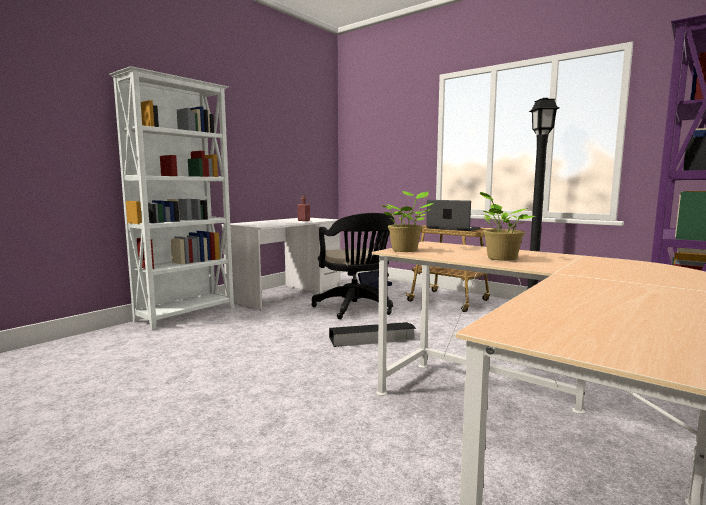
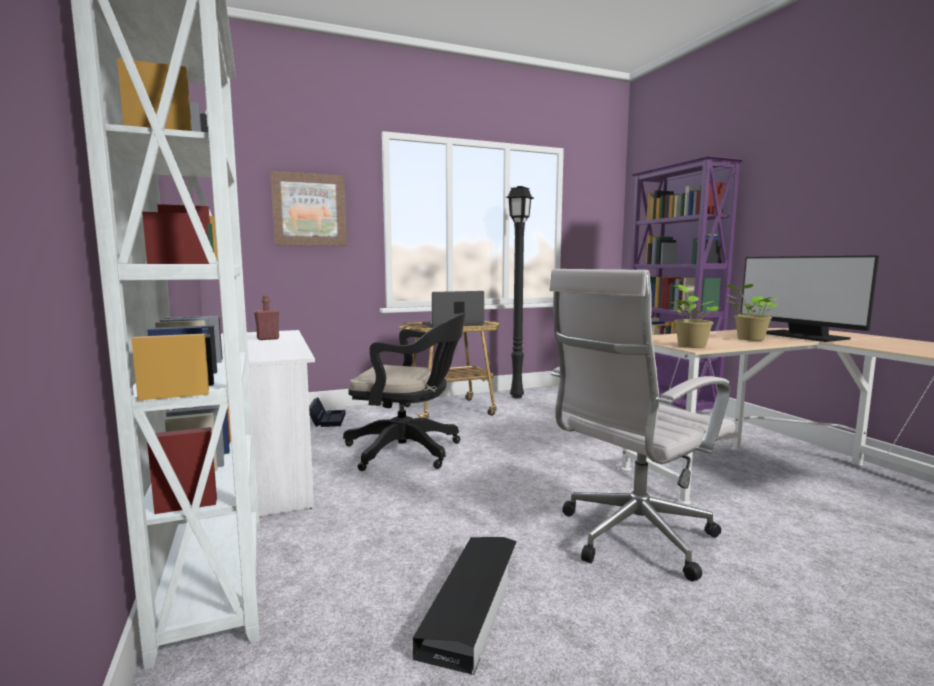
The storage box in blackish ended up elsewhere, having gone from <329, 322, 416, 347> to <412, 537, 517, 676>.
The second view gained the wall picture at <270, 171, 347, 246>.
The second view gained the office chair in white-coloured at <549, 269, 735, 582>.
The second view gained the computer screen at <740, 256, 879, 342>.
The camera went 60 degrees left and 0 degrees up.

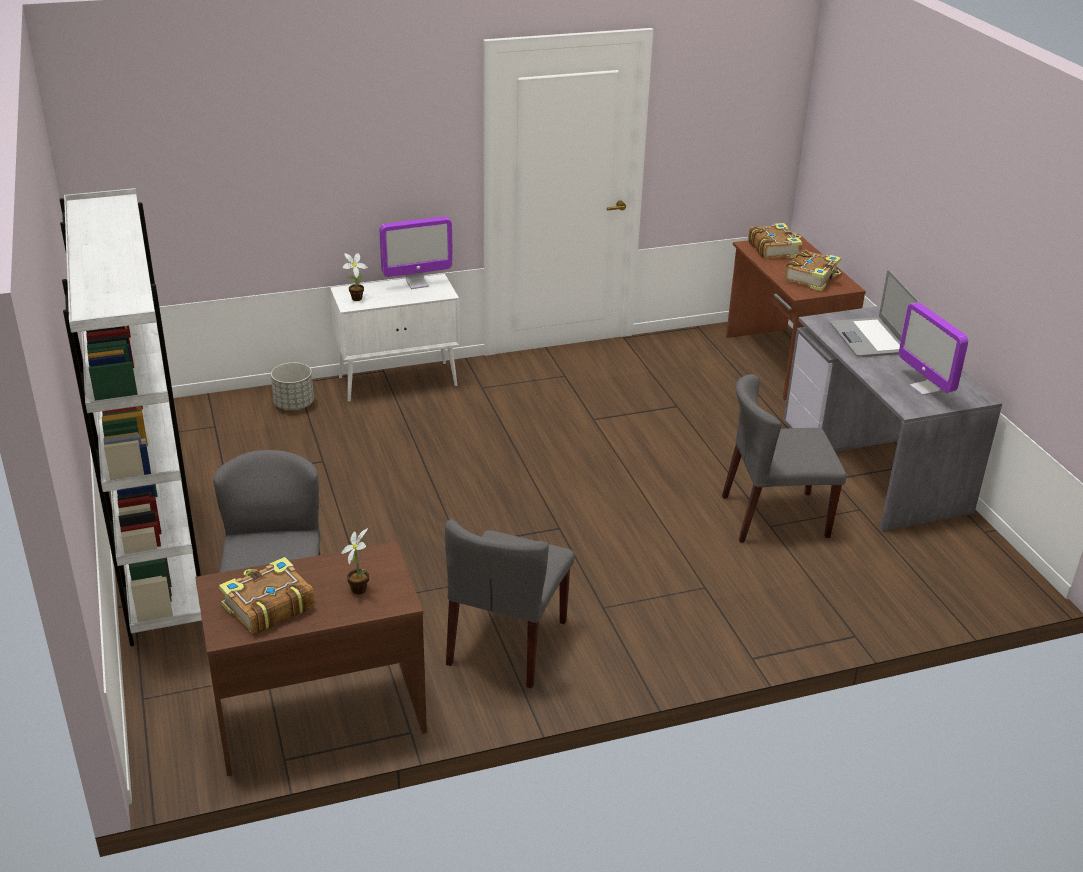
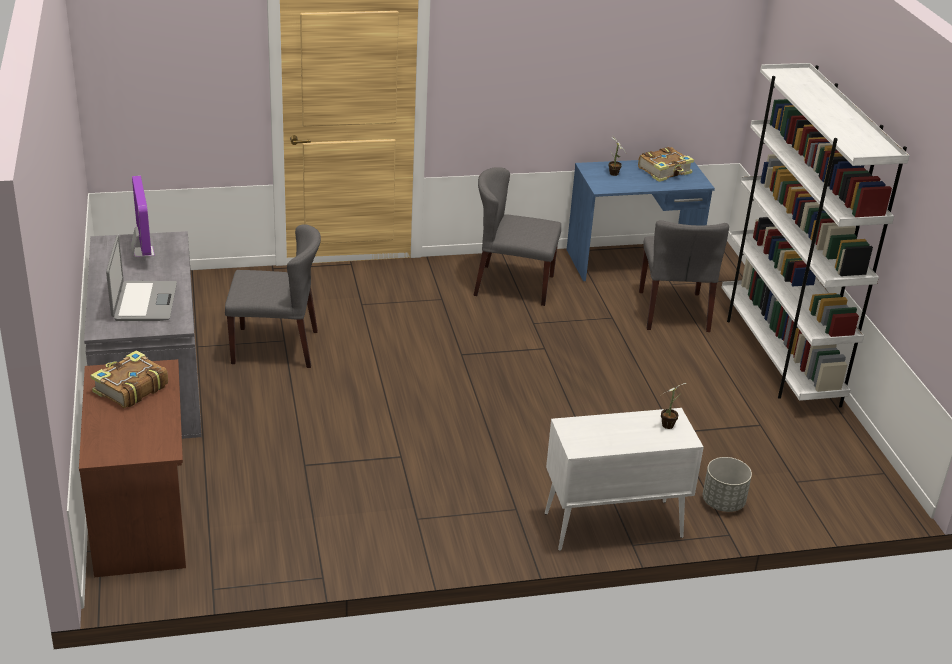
What was the desk in brown-coloured at <195, 542, 427, 776> turned into the desk in bluish at <567, 160, 715, 281>.
The second view lost the computer screen at <380, 216, 453, 289>.
The upright chair in gray at <445, 519, 574, 688> ended up facing another way, 105 degrees counterclockwise from before.
The second view lost the book at <748, 223, 802, 259>.
The camera went 175 degrees left and 0 degrees up.

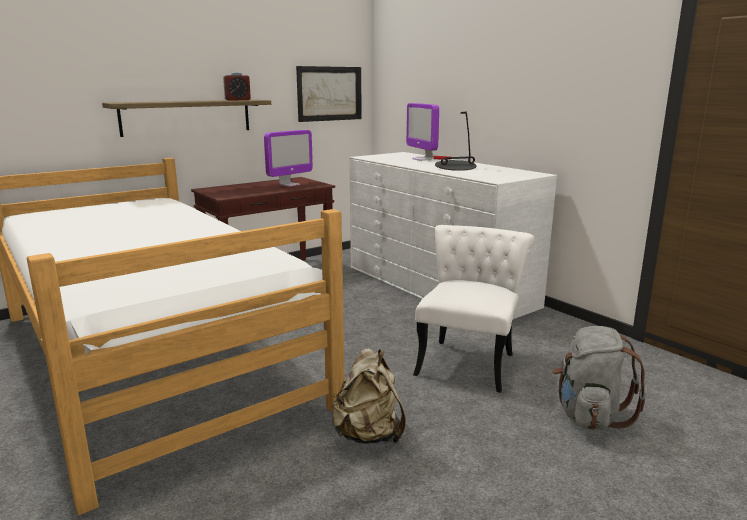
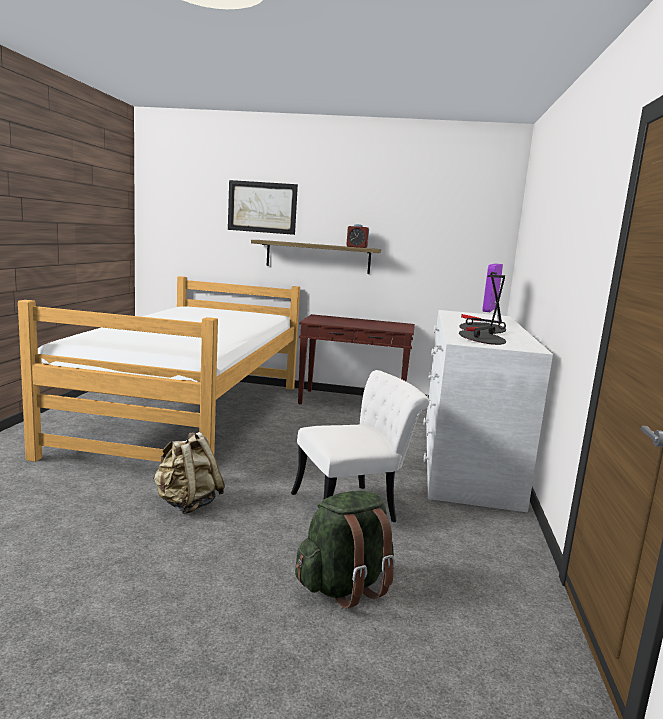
The second view lost the computer screen at <264, 130, 313, 187>.
The wall picture ended up elsewhere, having gone from <296, 66, 362, 122> to <228, 180, 298, 235>.
What was the rucksack in gray at <552, 326, 647, 430> turned into the rucksack in greenish at <295, 491, 395, 609>.
The second view gained the lamp for a table at <459, 275, 506, 345>.
The camera went 45 degrees right and 5 degrees down.

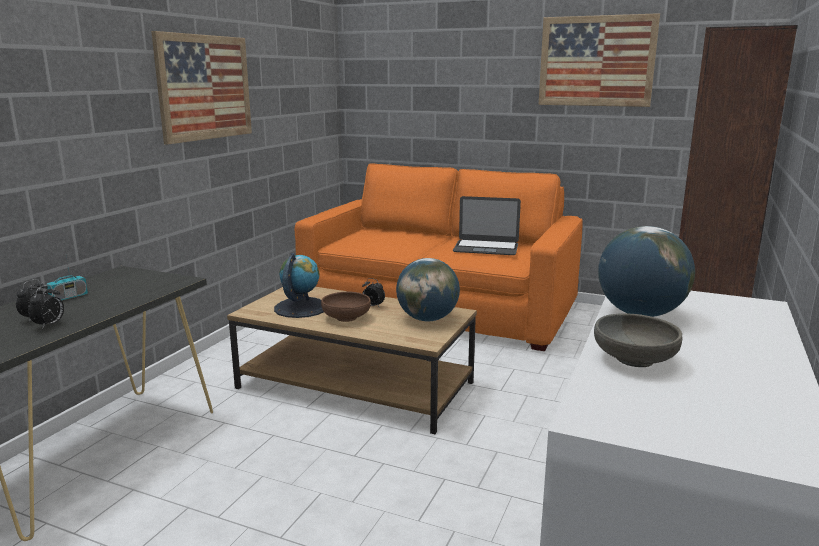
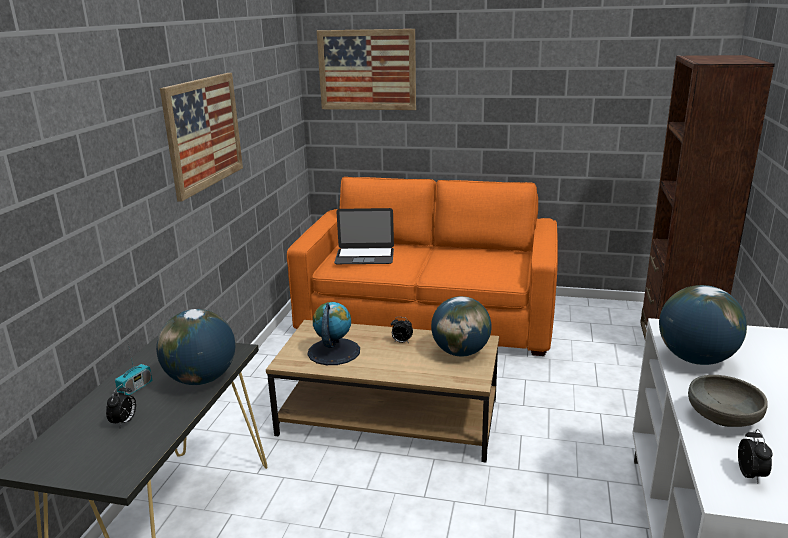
The bedside clock ended up elsewhere, having gone from <28, 285, 64, 329> to <738, 429, 773, 484>.
The second view lost the bowl in brown-coloured at <321, 292, 371, 322>.
The notebook computer ended up elsewhere, having gone from <453, 196, 521, 255> to <334, 208, 394, 264>.
The wall picture ended up elsewhere, having gone from <538, 13, 660, 107> to <317, 29, 416, 110>.
The second view gained the globe at <156, 309, 235, 385>.
The camera went 10 degrees left and 5 degrees up.

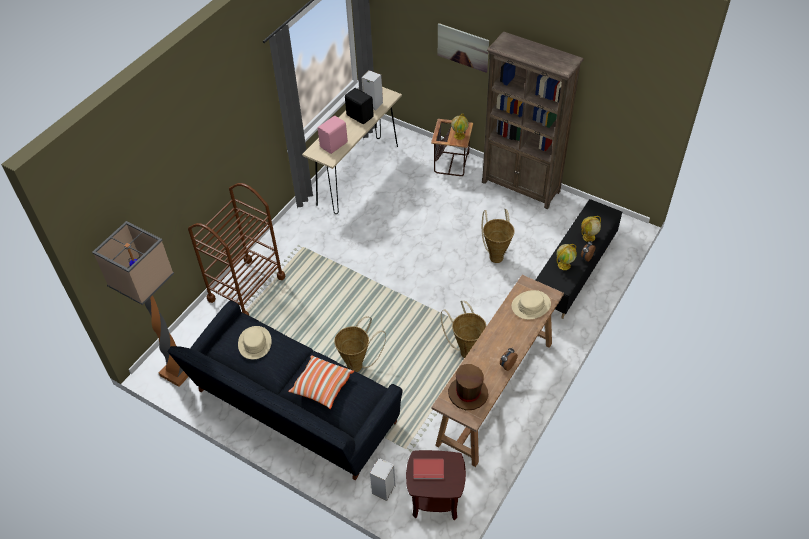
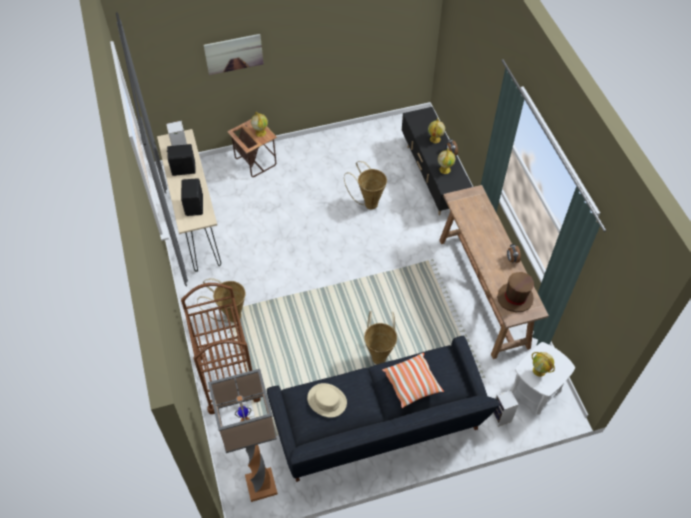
What was the loudspeaker in pink-coloured at <318, 116, 348, 154> turned into the loudspeaker in blackish at <181, 178, 203, 216>.
What was the end table in brown-coloured at <406, 450, 466, 520> turned into the end table in white-coloured at <511, 342, 575, 414>.
Where the book in red-coloured stood at <413, 459, 444, 479>, the globe came to stand at <532, 352, 555, 377>.
The storage basket ended up elsewhere, having gone from <441, 301, 487, 358> to <197, 278, 245, 322>.
The second view lost the bookshelf in brown-coloured at <482, 32, 584, 209>.
The second view lost the hat in beige at <512, 290, 551, 319>.
The camera went 50 degrees left and 5 degrees up.

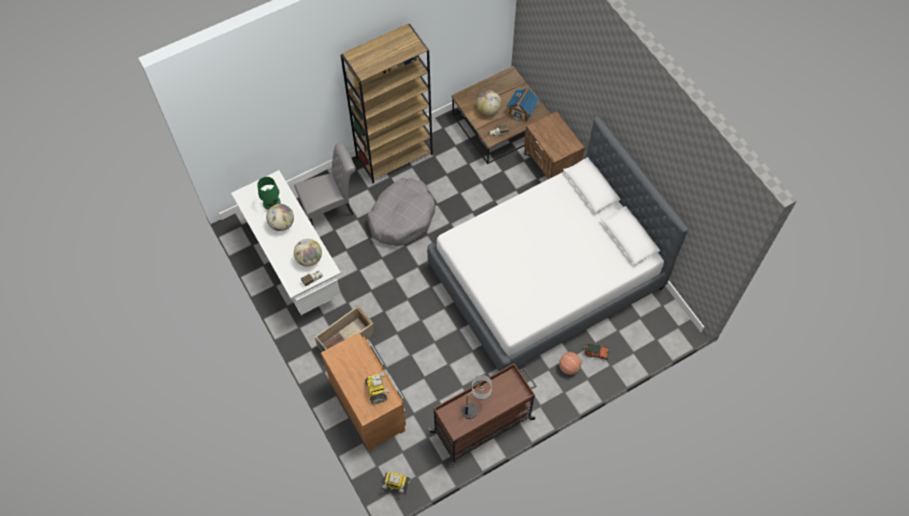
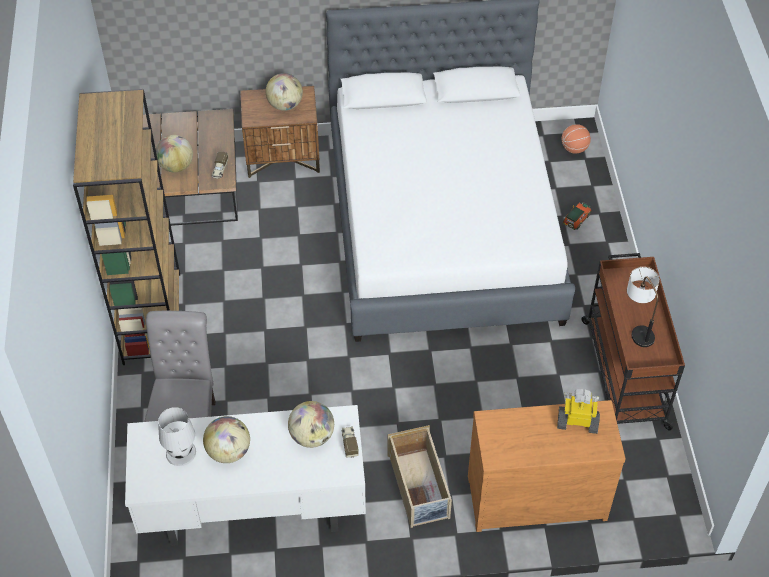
What was the lamp for a table in greenish at <257, 177, 281, 210> turned into the lamp for a table in white-coloured at <158, 407, 196, 466>.
The second view lost the dog cushion in gray at <368, 178, 435, 246>.
The second view lost the toy robot at <383, 472, 410, 494>.
The second view lost the toy house at <506, 87, 540, 122>.
The basketball ended up elsewhere, having gone from <559, 352, 582, 375> to <562, 124, 591, 154>.
The second view gained the globe at <266, 73, 303, 111>.
The camera went 65 degrees left and 10 degrees down.

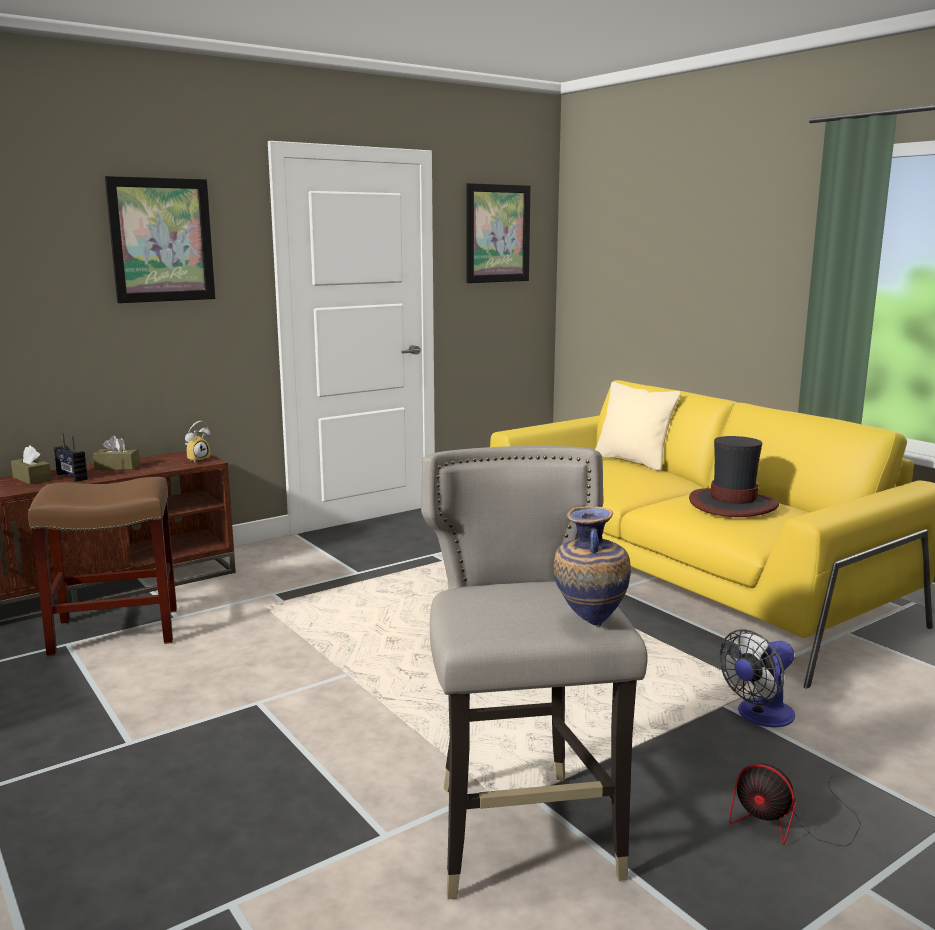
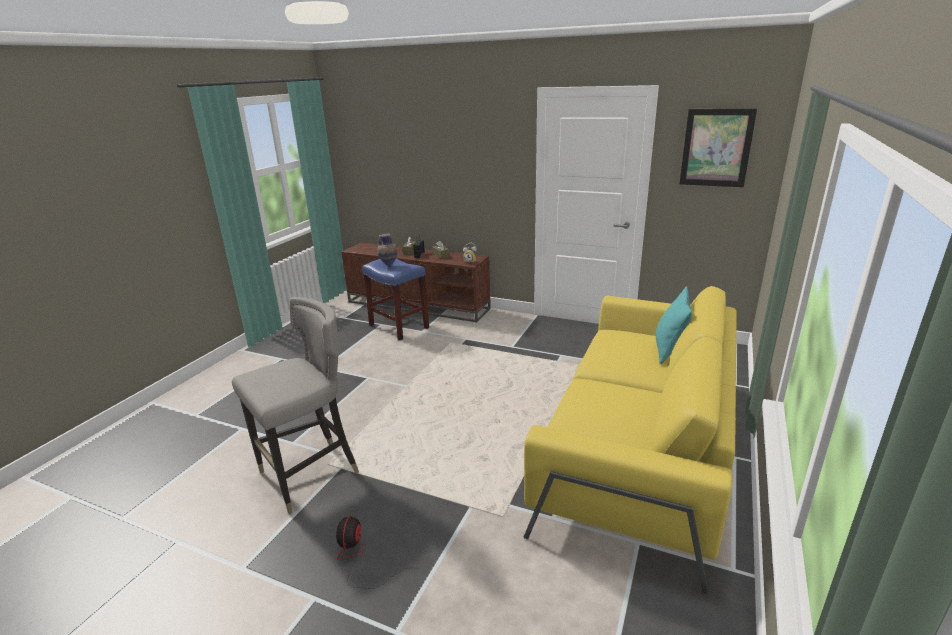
What was the sitting stool in brown-coloured at <28, 477, 177, 656> turned into the sitting stool in bluish at <362, 258, 429, 341>.
The second view lost the wall picture at <105, 176, 215, 303>.
The vase ended up elsewhere, having gone from <554, 506, 631, 627> to <377, 233, 398, 267>.
What was the throw pillow in beige at <595, 381, 681, 471> turned into the throw pillow in turquoise-coloured at <656, 287, 692, 364>.
The second view lost the hat at <689, 436, 779, 517>.
The second view lost the cooling fan at <720, 629, 795, 727>.
The camera went 60 degrees right and 10 degrees up.

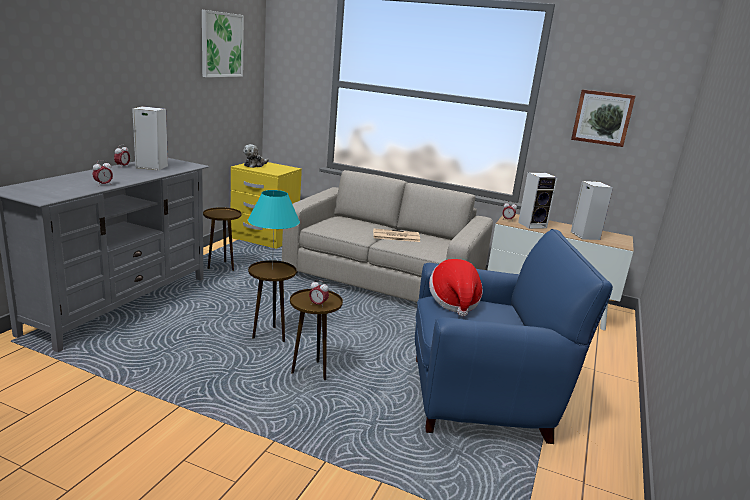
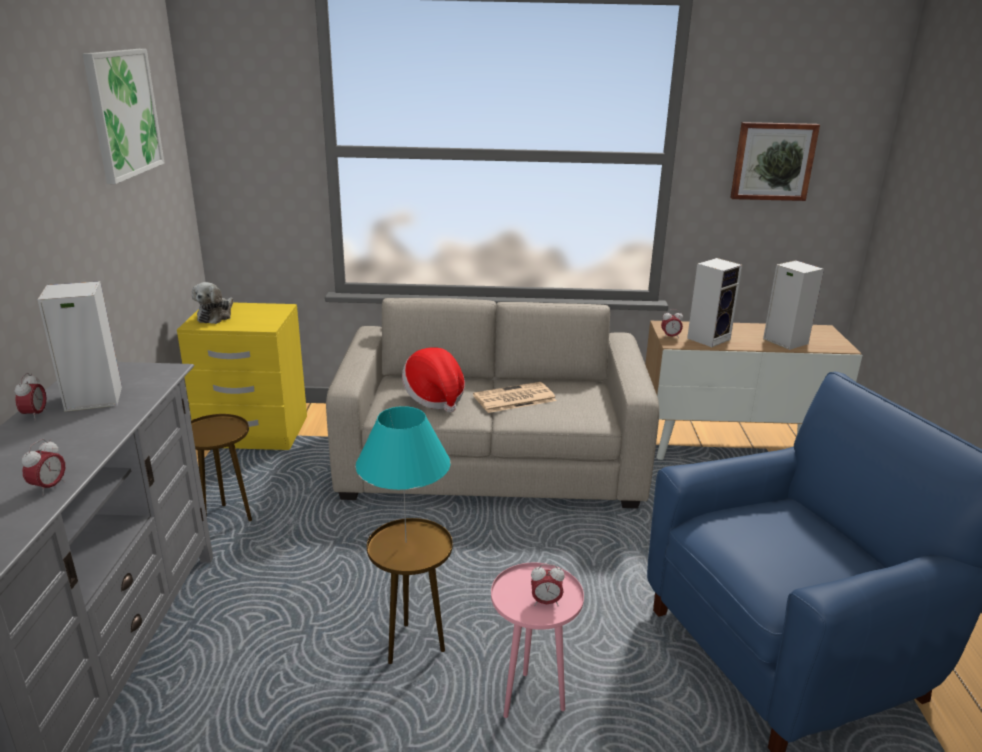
What was the end table in brown-coloured at <290, 289, 343, 380> turned into the end table in pink-coloured at <491, 563, 584, 718>.
The hat ended up elsewhere, having gone from <429, 259, 483, 316> to <402, 347, 465, 413>.
The camera went 20 degrees left and 5 degrees up.

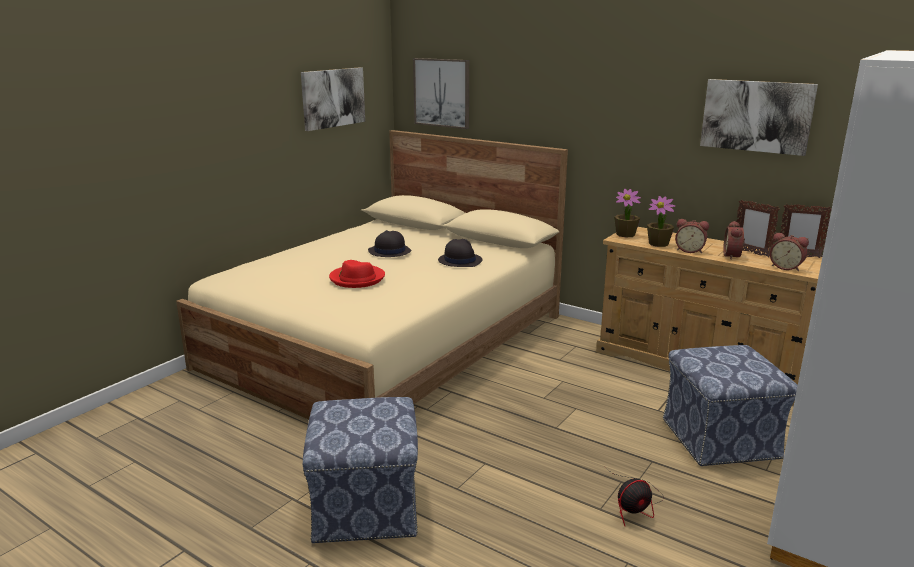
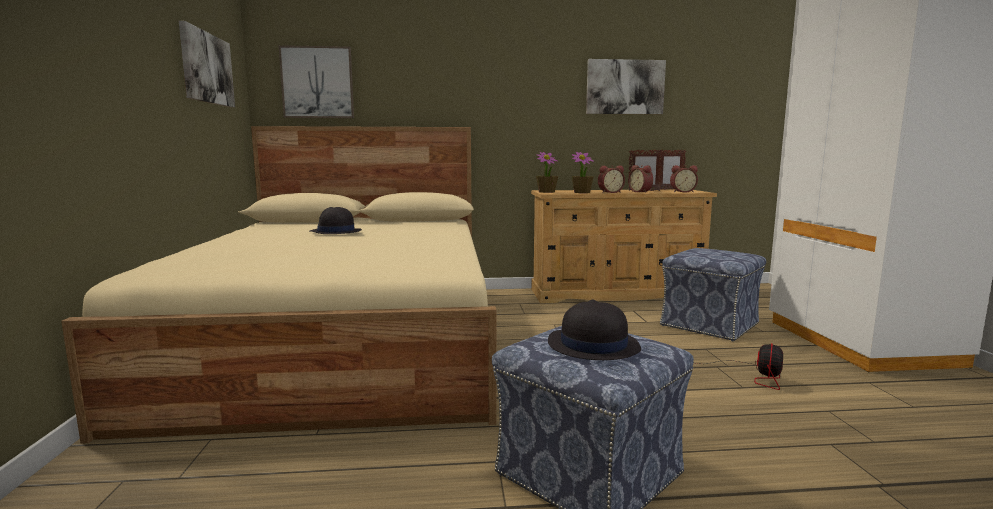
The second view lost the hat in red-coloured at <329, 260, 385, 288>.
The hat in blackish ended up elsewhere, having gone from <438, 239, 482, 267> to <548, 299, 641, 360>.
The camera went 40 degrees left and 10 degrees down.

